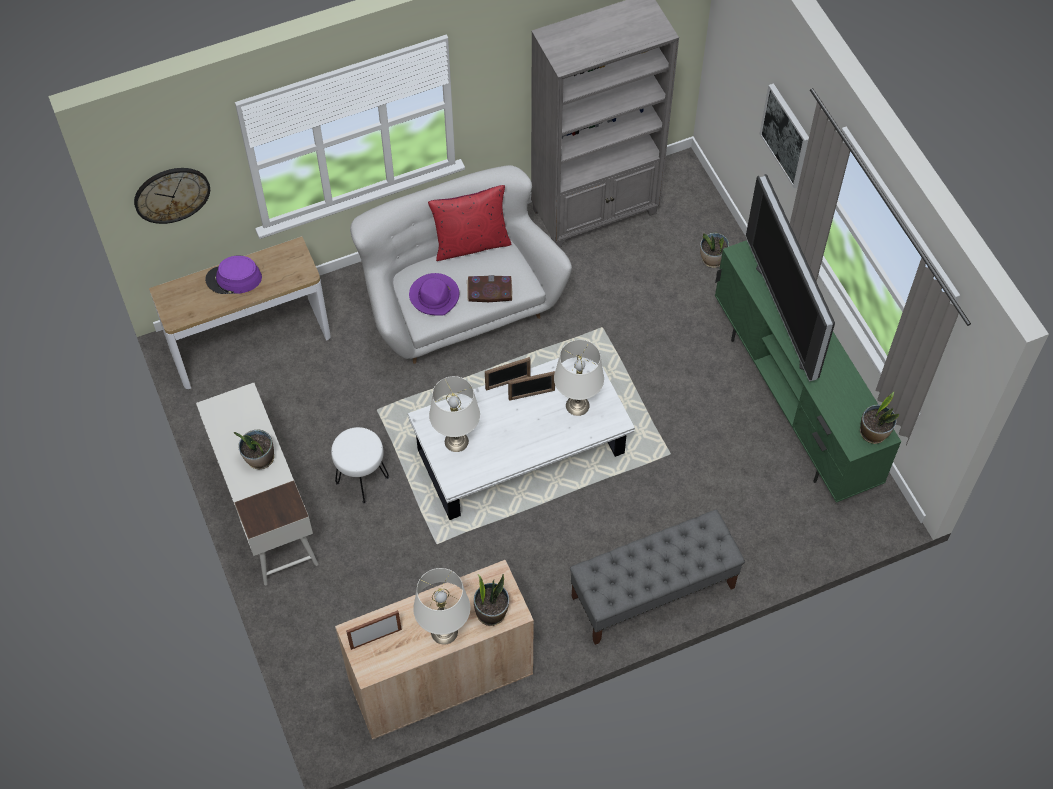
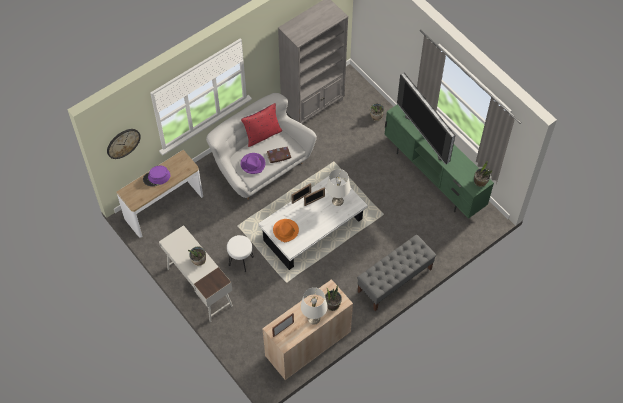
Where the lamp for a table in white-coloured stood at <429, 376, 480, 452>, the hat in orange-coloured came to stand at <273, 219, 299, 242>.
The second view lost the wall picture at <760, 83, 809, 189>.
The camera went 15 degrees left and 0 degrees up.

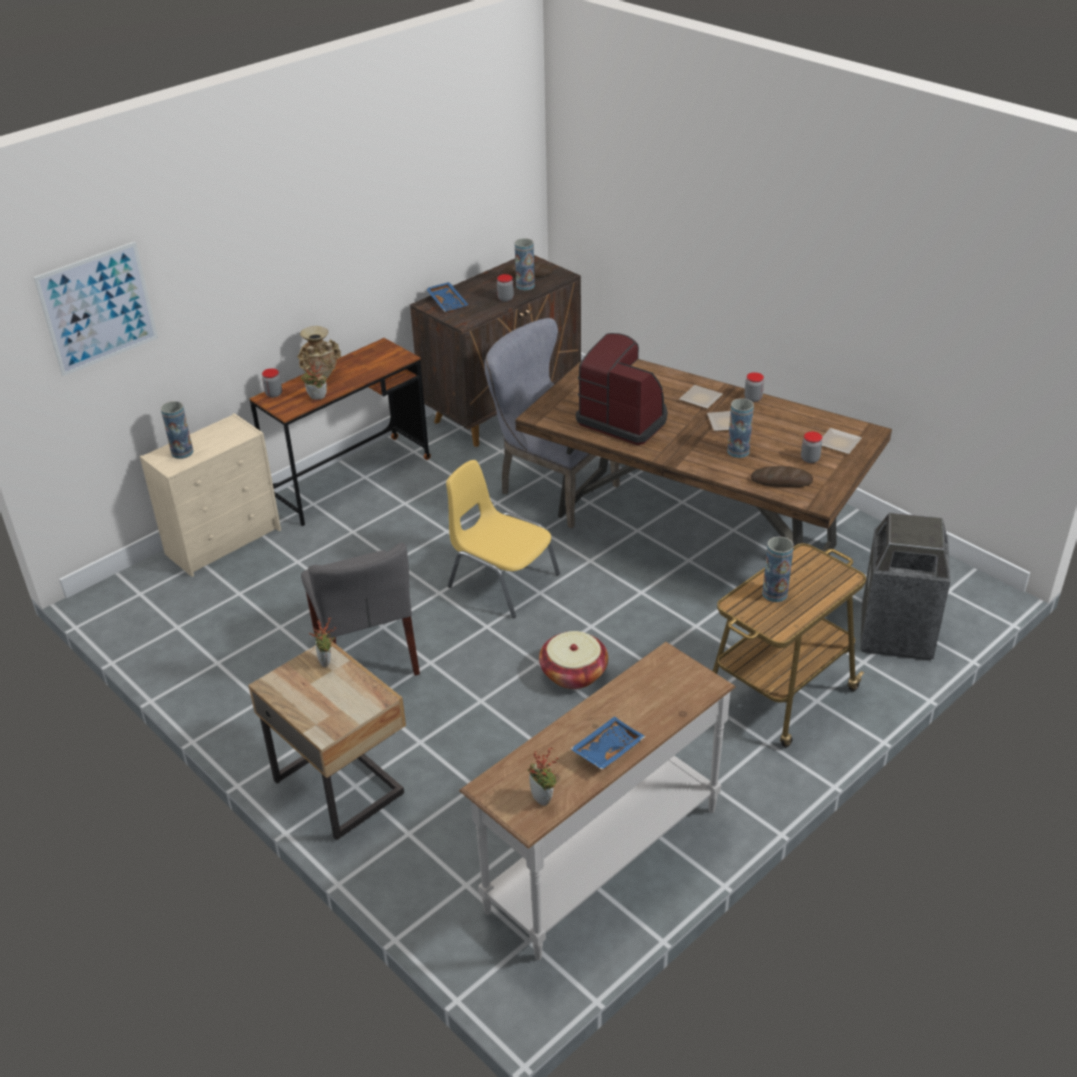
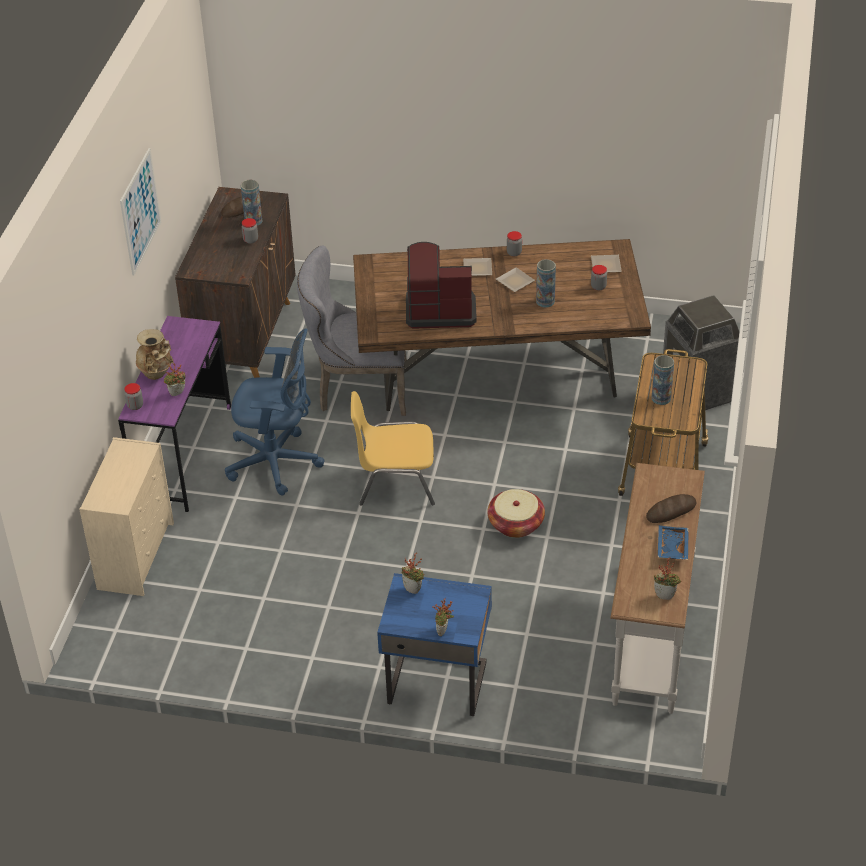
The wall picture ended up elsewhere, having gone from <34, 241, 158, 376> to <120, 148, 161, 275>.
The second view lost the vase at <161, 401, 193, 459>.
What was the night table in beige at <248, 641, 406, 840> turned into the night table in bluish at <377, 573, 492, 716>.
What was the desk in brown-coloured at <250, 338, 431, 526> turned into the desk in purple at <118, 316, 231, 512>.
The second view lost the upright chair in gray at <301, 543, 420, 676>.
The second view lost the serving tray in bluish at <426, 282, 469, 312>.
The baked bread ended up elsewhere, having gone from <751, 466, 813, 487> to <646, 494, 697, 523>.
The second view gained the office chair in bluish at <225, 328, 325, 496>.
The second view gained the houseplant at <432, 598, 454, 636>.
The camera went 35 degrees left and 5 degrees up.

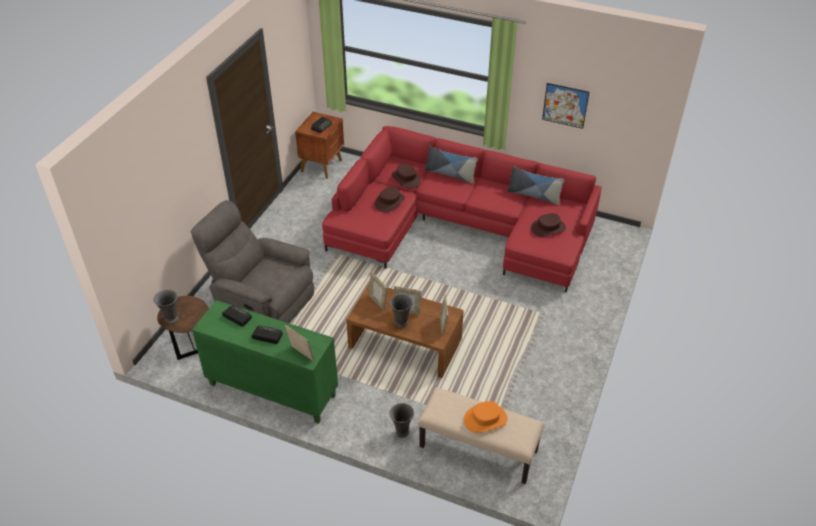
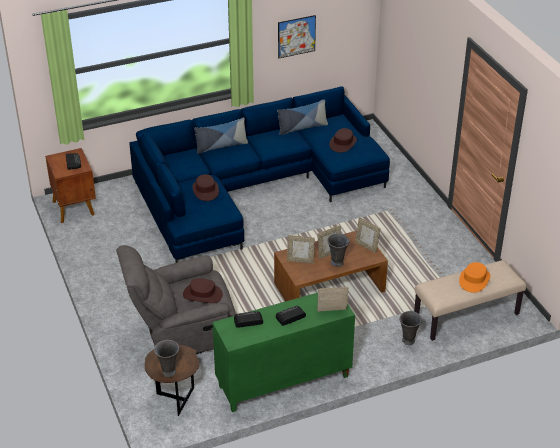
What was the couch in red-coloured at <322, 126, 601, 292> turned into the couch in bluish at <129, 87, 390, 263>.
The hat in brown-coloured ended up elsewhere, having gone from <392, 164, 421, 189> to <183, 278, 223, 303>.
The camera went 45 degrees left and 5 degrees down.

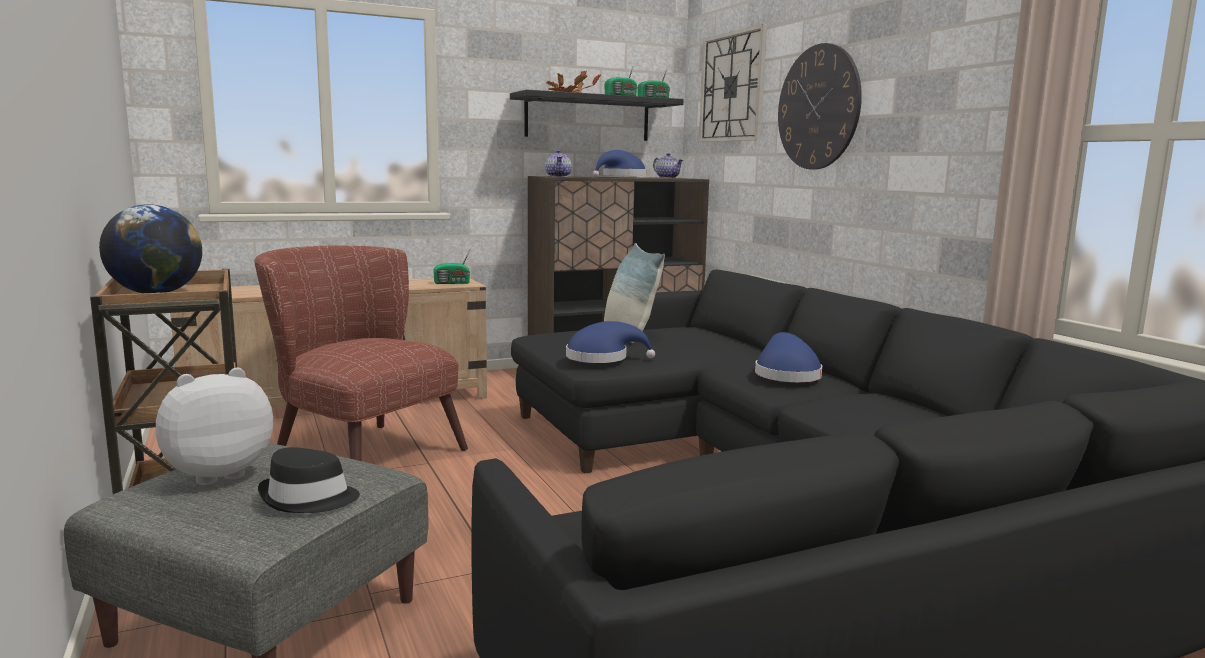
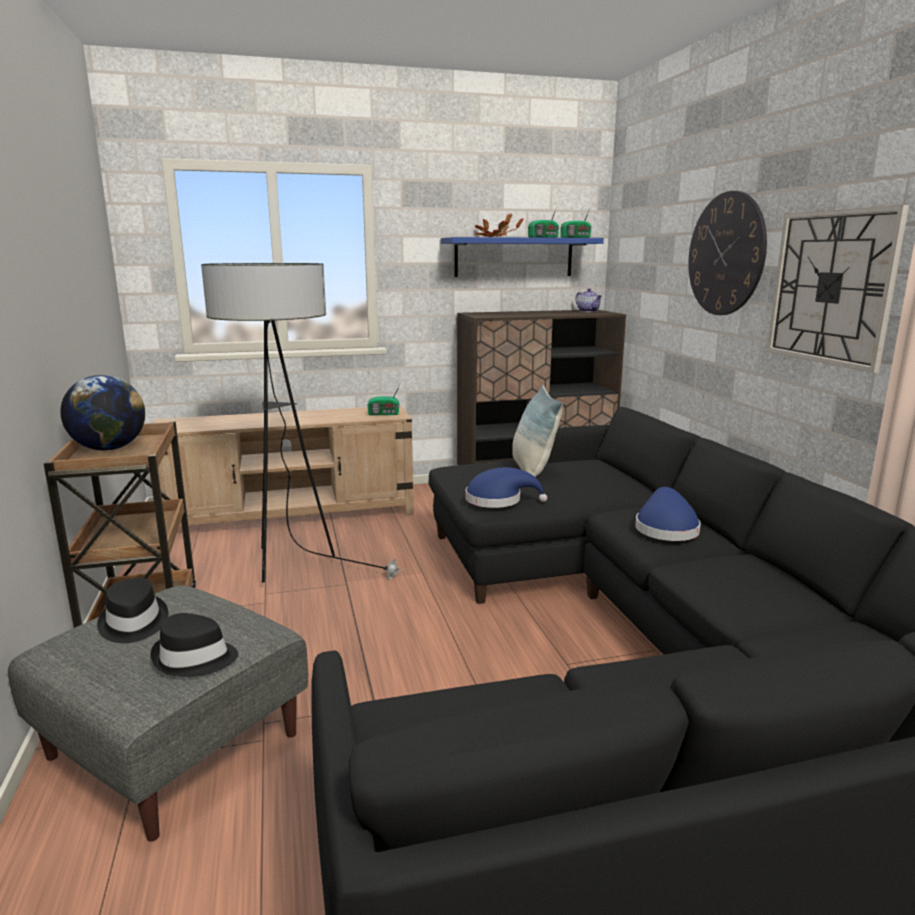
Where the plush toy stood at <156, 367, 273, 485>, the hat in blackish came to stand at <97, 578, 169, 643>.
Where the easy chair in brown-coloured stood at <254, 245, 468, 461>, the floor lamp came to stand at <201, 263, 402, 583>.
What was the shelf in blackish at <510, 90, 684, 141> turned into the shelf in bluish at <441, 237, 604, 277>.
The second view lost the pot for tea at <545, 150, 572, 177>.
The second view lost the hat in bluish at <593, 150, 646, 177>.
The clock on the wall ended up elsewhere, having gone from <699, 24, 767, 142> to <767, 205, 909, 373>.
The camera went 10 degrees right and 5 degrees up.

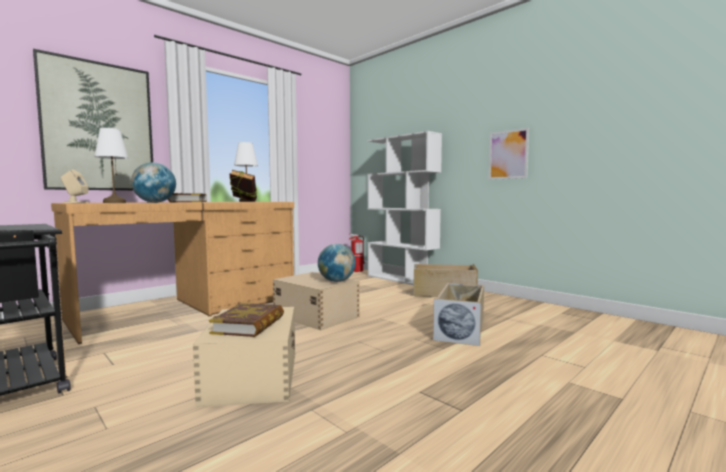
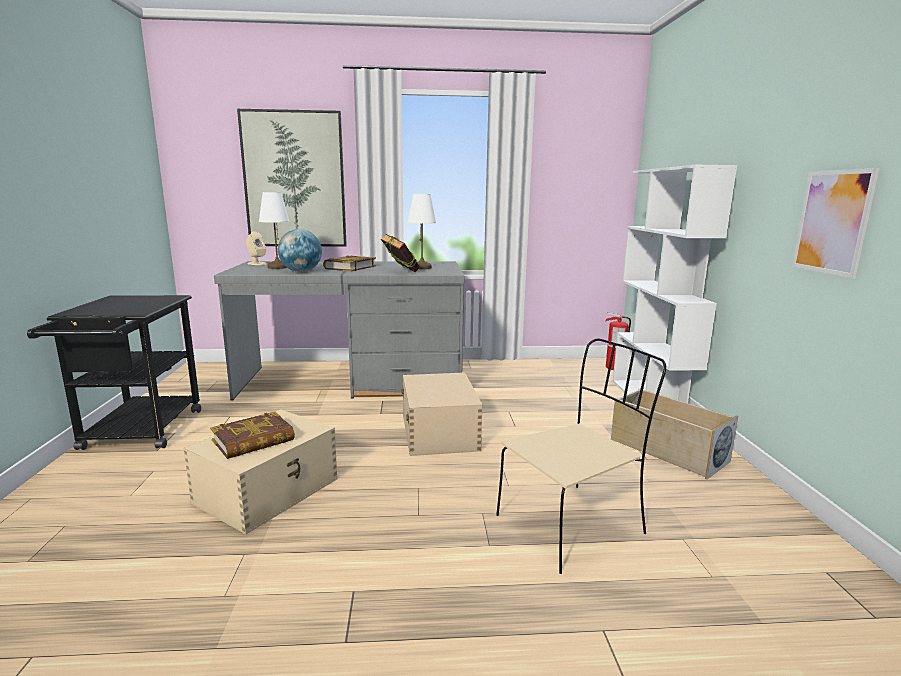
What was the desk in brown-coloured at <51, 202, 294, 344> turned into the desk in gray at <214, 261, 465, 401>.
The second view lost the globe at <318, 244, 356, 282>.
Where the storage box in beige stood at <433, 282, 484, 346>, the upright chair in beige came to stand at <496, 338, 666, 574>.
The camera went 40 degrees right and 10 degrees up.

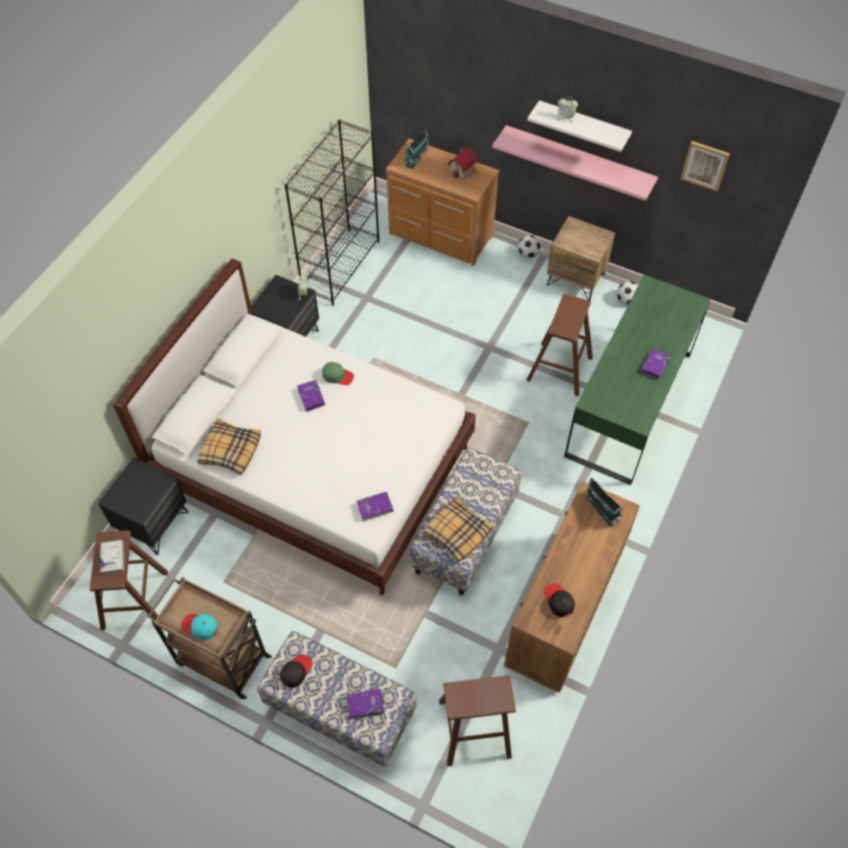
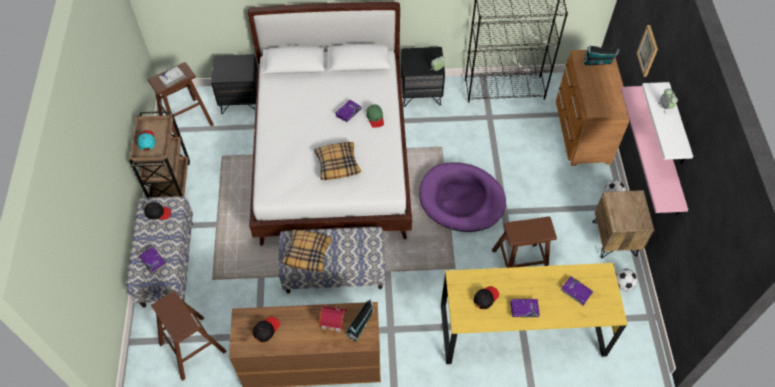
The throw pillow ended up elsewhere, having gone from <198, 419, 261, 475> to <314, 142, 361, 180>.
The book in purple ended up elsewhere, having gone from <357, 492, 394, 521> to <561, 276, 593, 306>.
The toy house ended up elsewhere, having gone from <448, 147, 478, 180> to <319, 305, 347, 337>.
What was the desk in greenish at <564, 275, 711, 486> turned into the desk in yellow at <441, 263, 627, 364>.
The wall picture ended up elsewhere, having gone from <680, 141, 730, 191> to <637, 25, 658, 77>.
The second view gained the dog cushion in purple at <419, 163, 506, 232>.
The second view gained the peaked cap in blackish at <474, 286, 499, 309>.
The camera went 60 degrees right and 0 degrees up.

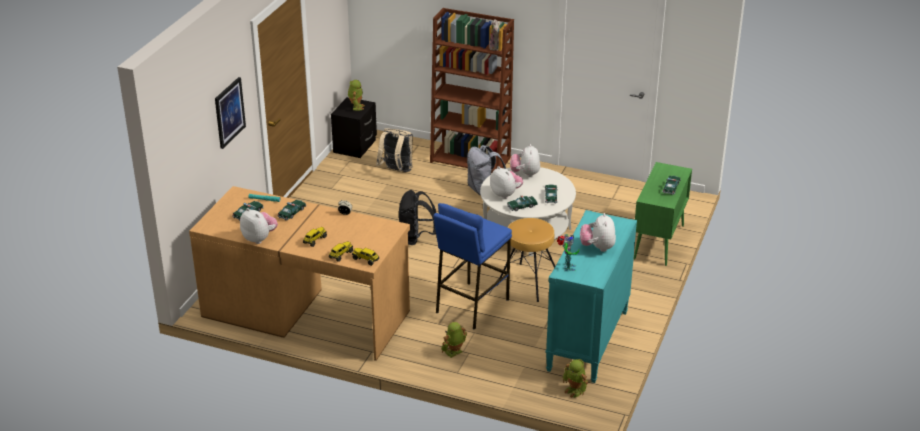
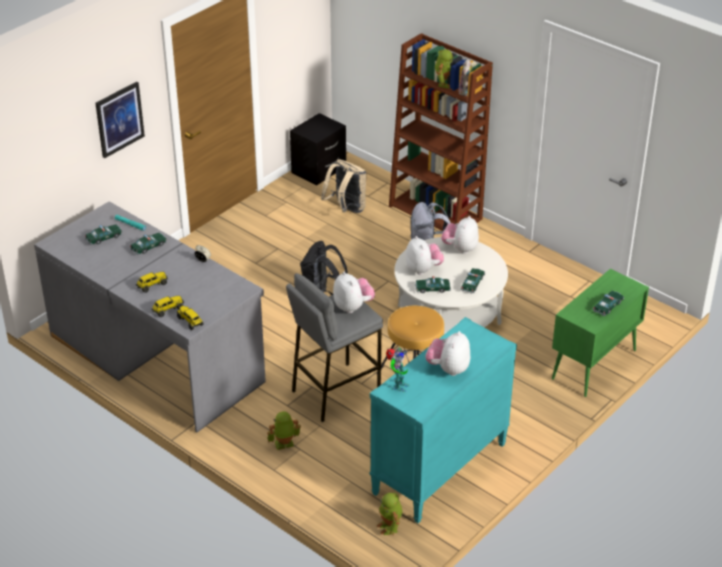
What was the desk in brown-coloured at <189, 186, 410, 361> turned into the desk in gray at <34, 201, 266, 433>.
The plush toy ended up elsewhere, having gone from <240, 208, 278, 244> to <333, 272, 375, 313>.
The toy robot ended up elsewhere, having gone from <348, 80, 365, 110> to <435, 49, 454, 88>.
What was the sitting stool in bluish at <434, 203, 512, 330> turned into the sitting stool in gray at <286, 273, 383, 422>.
The camera went 20 degrees right and 5 degrees up.

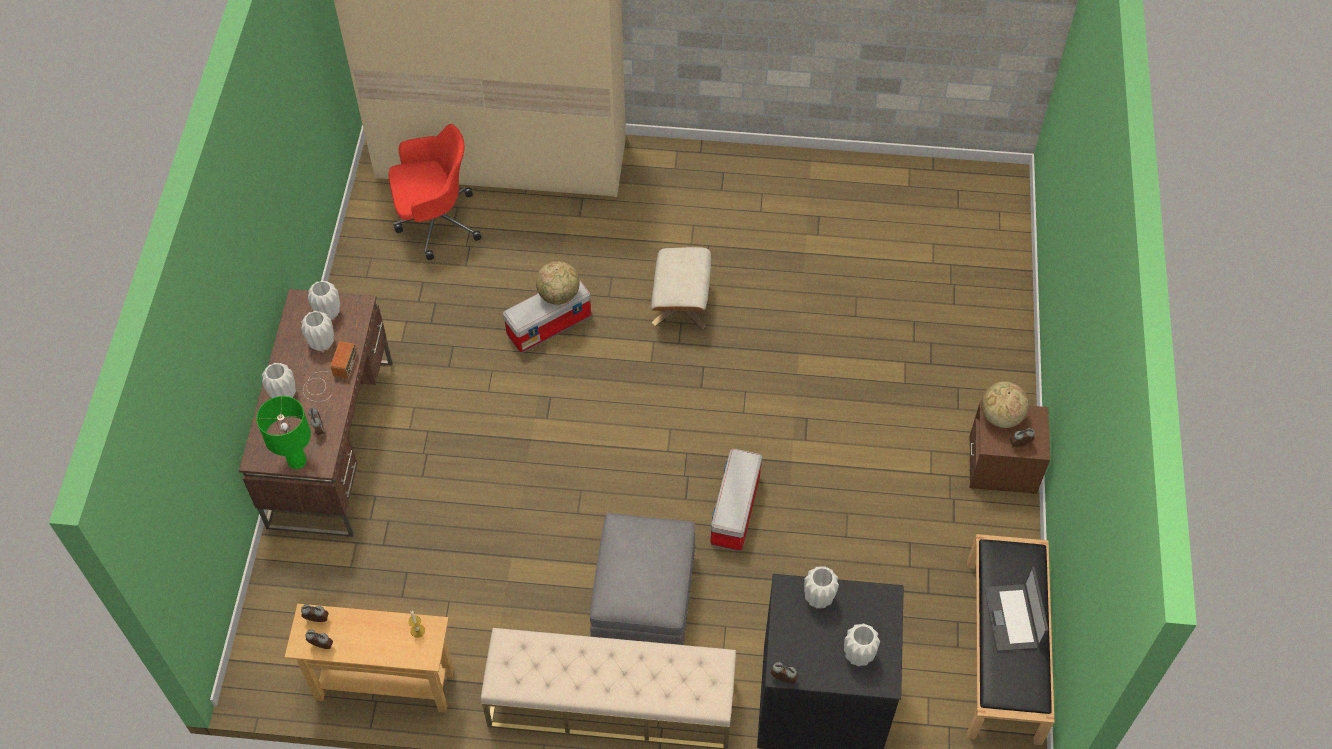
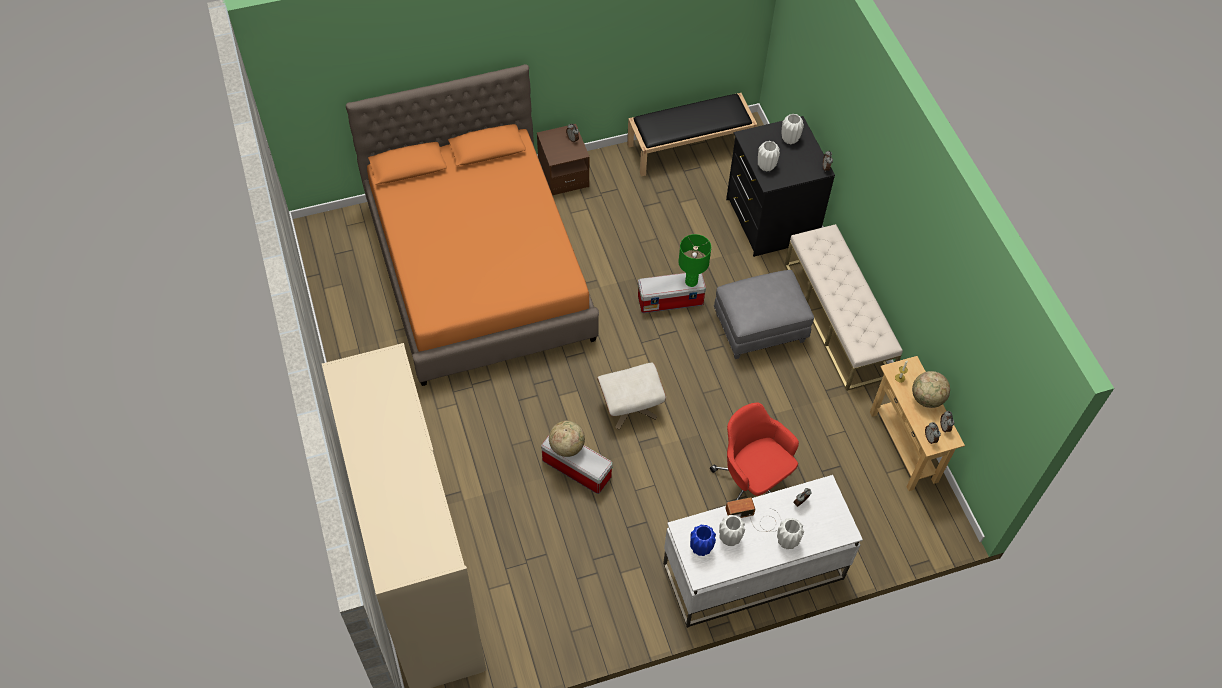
What was the desk in brown-coloured at <239, 289, 392, 537> turned into the desk in white-coloured at <663, 475, 863, 628>.
The lamp for a table in greenish ended up elsewhere, having gone from <256, 396, 311, 469> to <678, 234, 711, 287>.
What was the vase in white-coloured at <308, 280, 340, 320> turned into the vase in bluish at <690, 525, 716, 556>.
The office chair in red-coloured ended up elsewhere, having gone from <389, 124, 481, 260> to <710, 403, 799, 500>.
The pouffe in beige ended up elsewhere, having gone from <651, 247, 711, 330> to <597, 363, 666, 430>.
The globe ended up elsewhere, having gone from <981, 381, 1029, 428> to <912, 371, 950, 408>.
The second view lost the notebook computer at <984, 566, 1049, 651>.
The second view gained the sleeping bed in orange-coloured at <346, 64, 599, 386>.
The camera went 115 degrees left and 0 degrees up.

